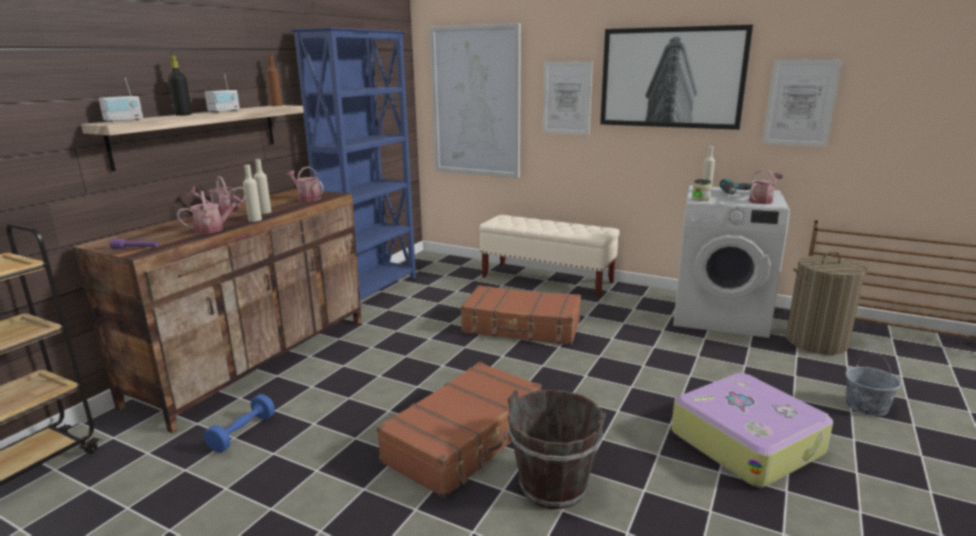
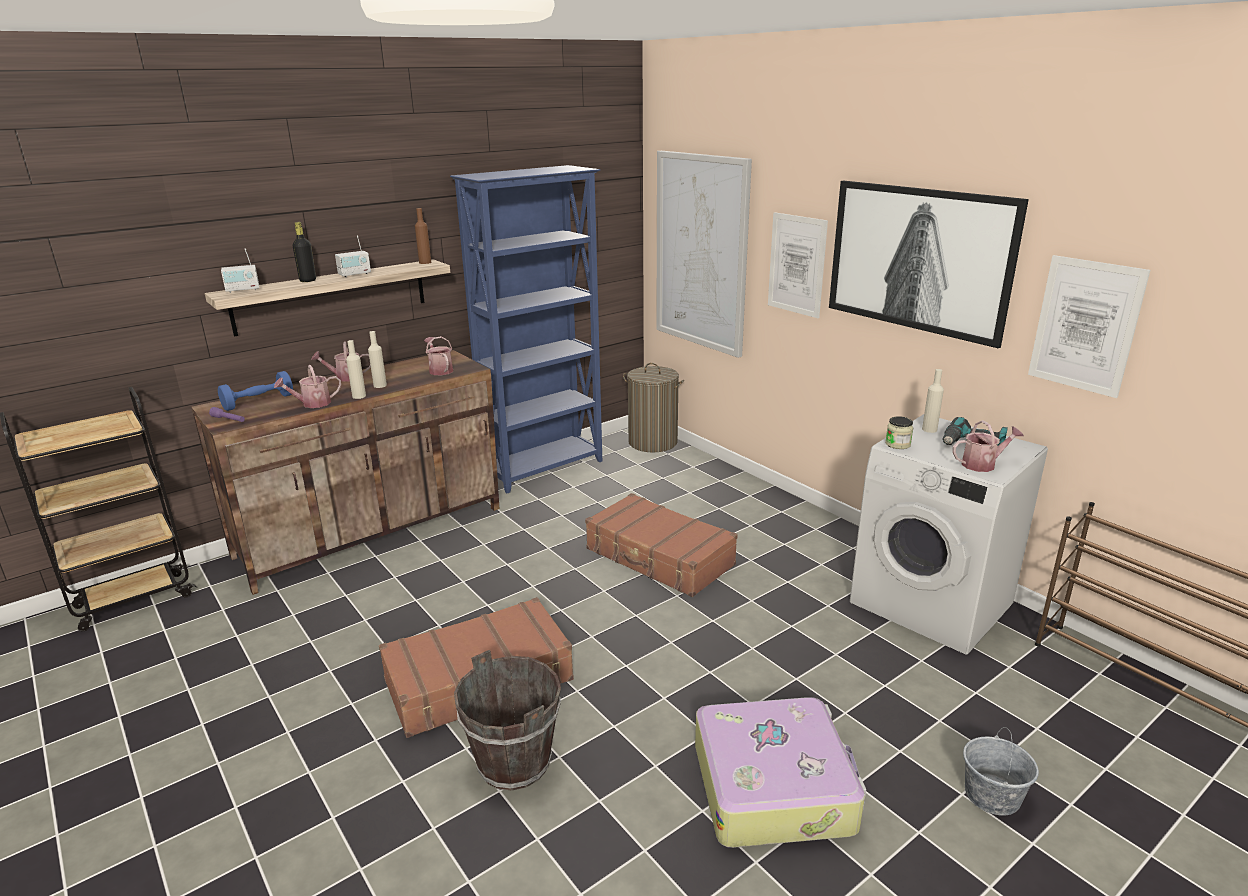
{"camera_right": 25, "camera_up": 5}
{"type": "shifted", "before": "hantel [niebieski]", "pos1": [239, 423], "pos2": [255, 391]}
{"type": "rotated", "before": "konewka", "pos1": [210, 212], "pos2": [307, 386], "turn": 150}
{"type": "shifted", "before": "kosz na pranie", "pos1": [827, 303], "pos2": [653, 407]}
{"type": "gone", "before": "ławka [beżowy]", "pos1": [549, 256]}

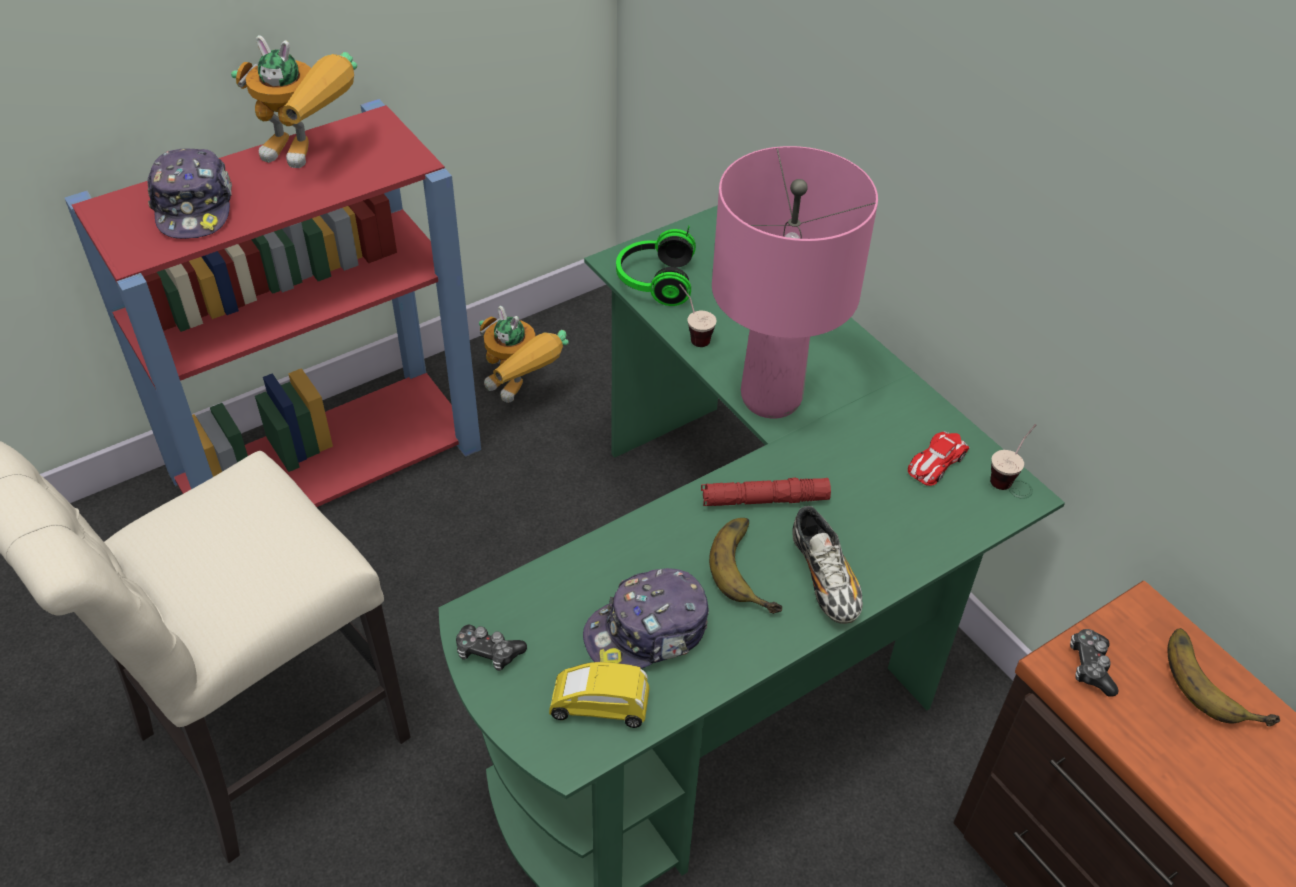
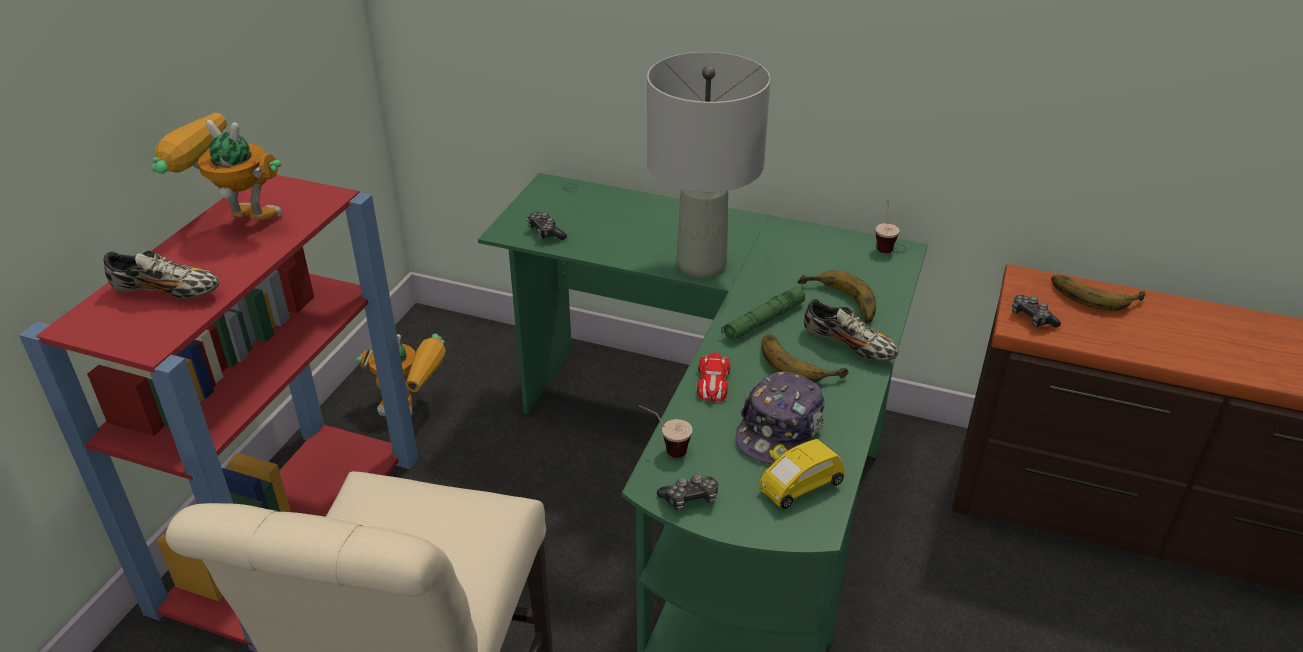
{"camera_right": -35, "camera_up": -10}
{"type": "swapped", "before": "czapka z daszkiem", "after": "but", "pos1": [189, 193], "pos2": [161, 275]}
{"type": "rotated", "before": "robot zabawkowy", "pos1": [294, 101], "pos2": [216, 166], "turn": -150}
{"type": "swapped", "before": "słuchawki", "after": "pad do gier", "pos1": [656, 265], "pos2": [547, 226]}
{"type": "shifted", "before": "filiżanka", "pos1": [697, 315], "pos2": [665, 431]}
{"type": "repainted", "before": "lampa stołowa [różowy]", "after": "lampa stołowa [szary]", "pos1": [795, 282], "pos2": [709, 165]}
{"type": "shifted", "before": "samochodzik", "pos1": [939, 458], "pos2": [713, 377]}
{"type": "repainted", "before": "latarka [czerwony]", "after": "latarka [zielony]", "pos1": [766, 492], "pos2": [763, 314]}
{"type": "new", "after": "banan", "pos2": [836, 296]}

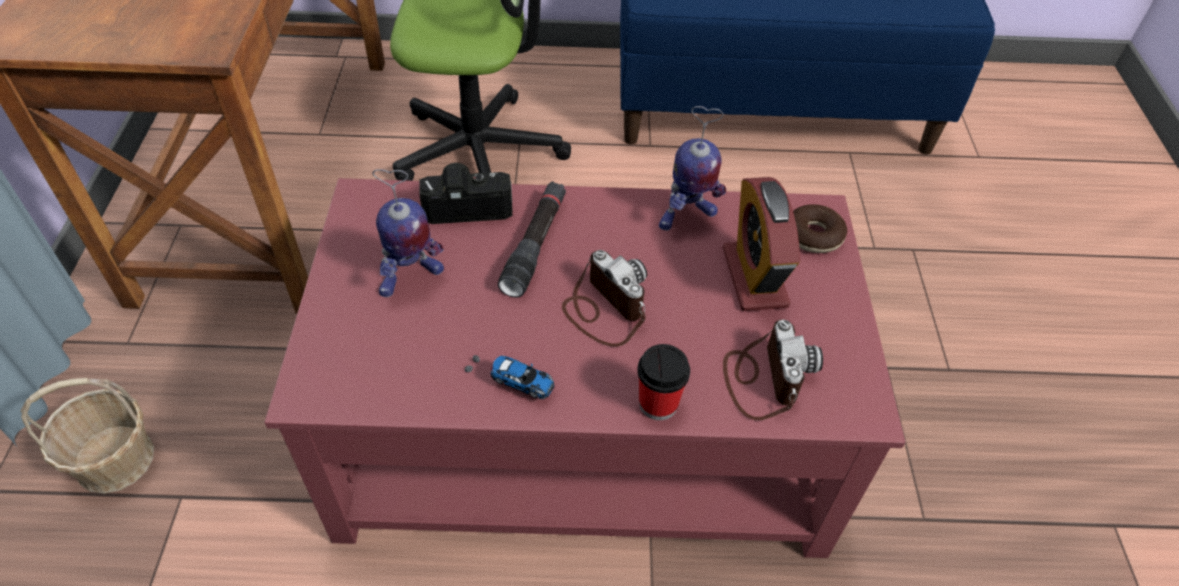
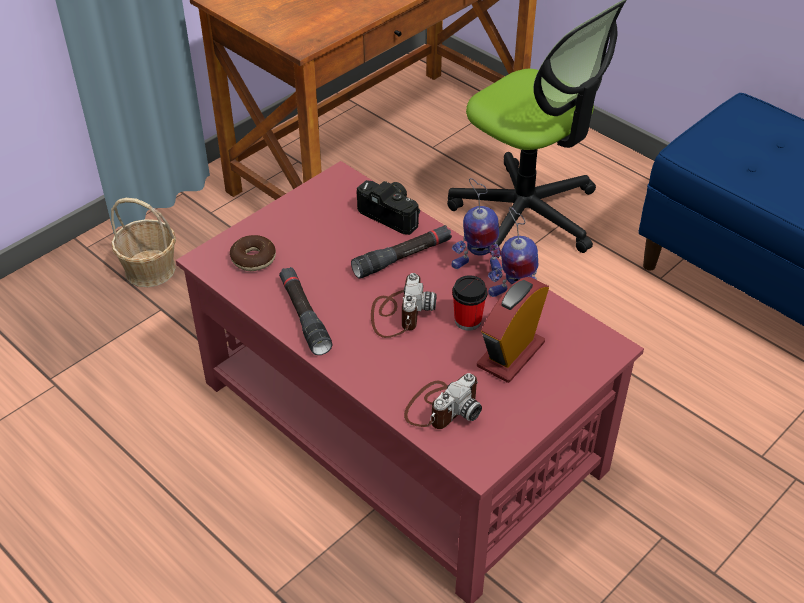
{"camera_right": 45, "camera_up": -5}
{"type": "shifted", "before": "donut", "pos1": [820, 228], "pos2": [253, 253]}
{"type": "swapped", "before": "samochodzik", "after": "latarka [czarny]", "pos1": [509, 377], "pos2": [306, 311]}
{"type": "shifted", "before": "robot zabawkowy", "pos1": [408, 233], "pos2": [476, 225]}
{"type": "shifted", "before": "filiżanka", "pos1": [663, 382], "pos2": [470, 303]}

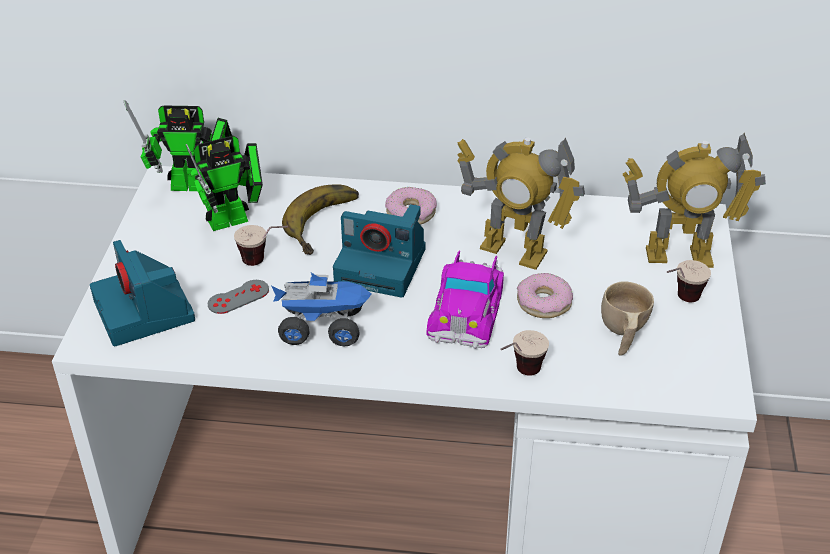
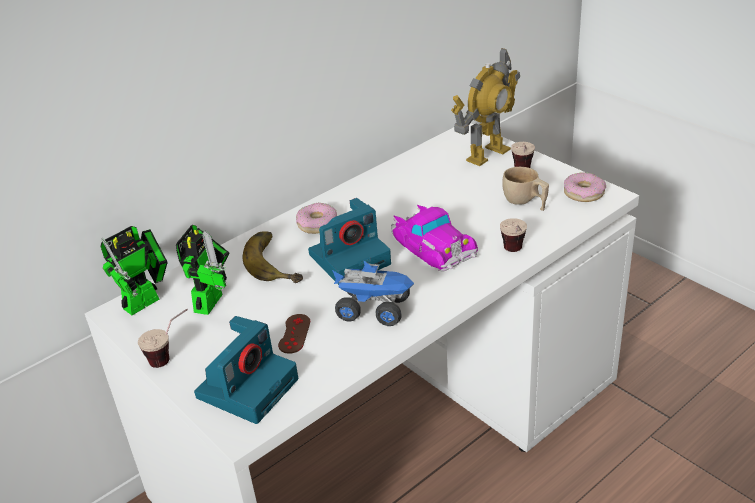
{"camera_right": -45, "camera_up": -5}
{"type": "shifted", "before": "filiżanka", "pos1": [261, 245], "pos2": [163, 338]}
{"type": "rotated", "before": "aparat fotograficzny", "pos1": [142, 293], "pos2": [246, 370], "turn": -75}
{"type": "repainted", "before": "pad do gier [szary]", "after": "pad do gier [brązowy]", "pos1": [238, 297], "pos2": [294, 334]}
{"type": "rotated", "before": "ciężarówka zabawkowa", "pos1": [321, 310], "pos2": [373, 293], "turn": 60}
{"type": "shifted", "before": "donut", "pos1": [545, 295], "pos2": [585, 187]}
{"type": "gone", "before": "robot zabawkowy", "pos1": [521, 203]}

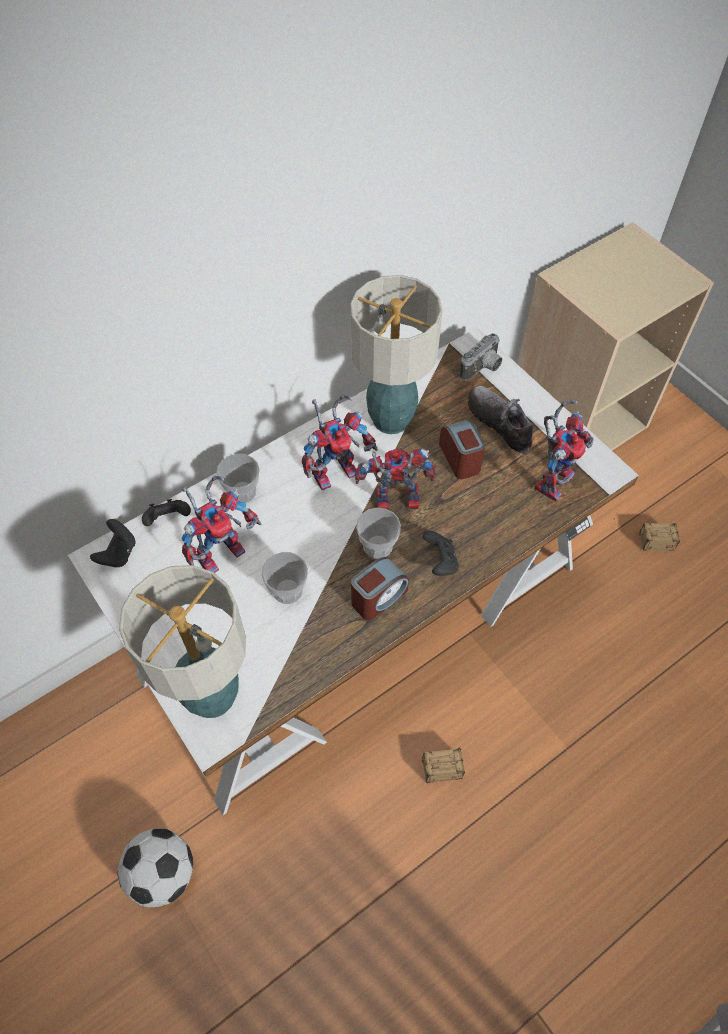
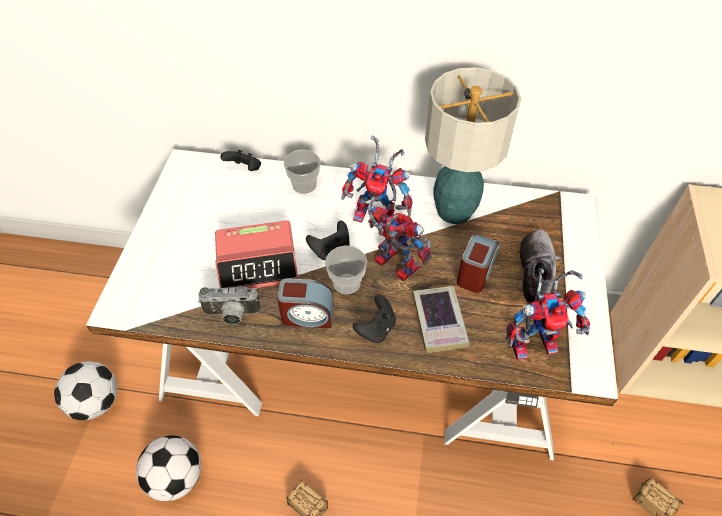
{"camera_right": 45, "camera_up": -5}
{"type": "new", "after": "piłka futbolowa", "pos2": [168, 468]}
{"type": "shifted", "before": "aparat fotograficzny", "pos1": [481, 357], "pos2": [229, 305]}
{"type": "swapped", "before": "filiżanka", "after": "budzik", "pos1": [285, 578], "pos2": [256, 254]}
{"type": "shifted", "before": "pad do gier [czarny]", "pos1": [112, 543], "pos2": [328, 240]}
{"type": "new", "after": "książka", "pos2": [441, 319]}
{"type": "gone", "before": "lampa stołowa", "pos1": [182, 641]}
{"type": "gone", "before": "robot zabawkowy", "pos1": [221, 524]}

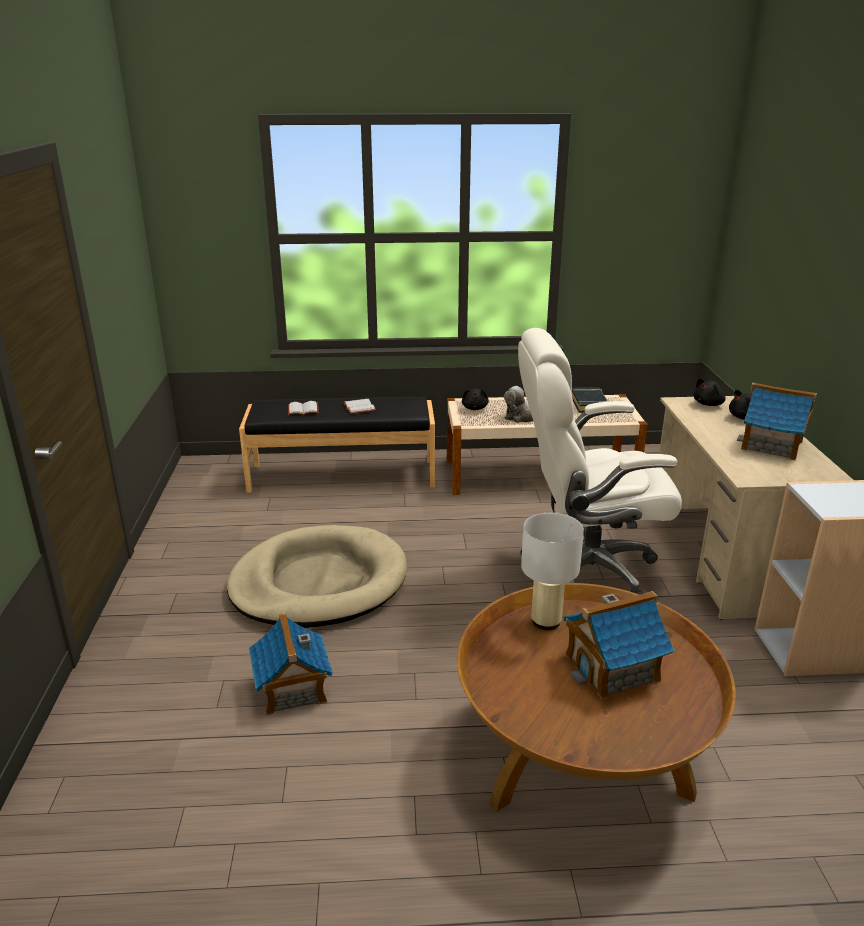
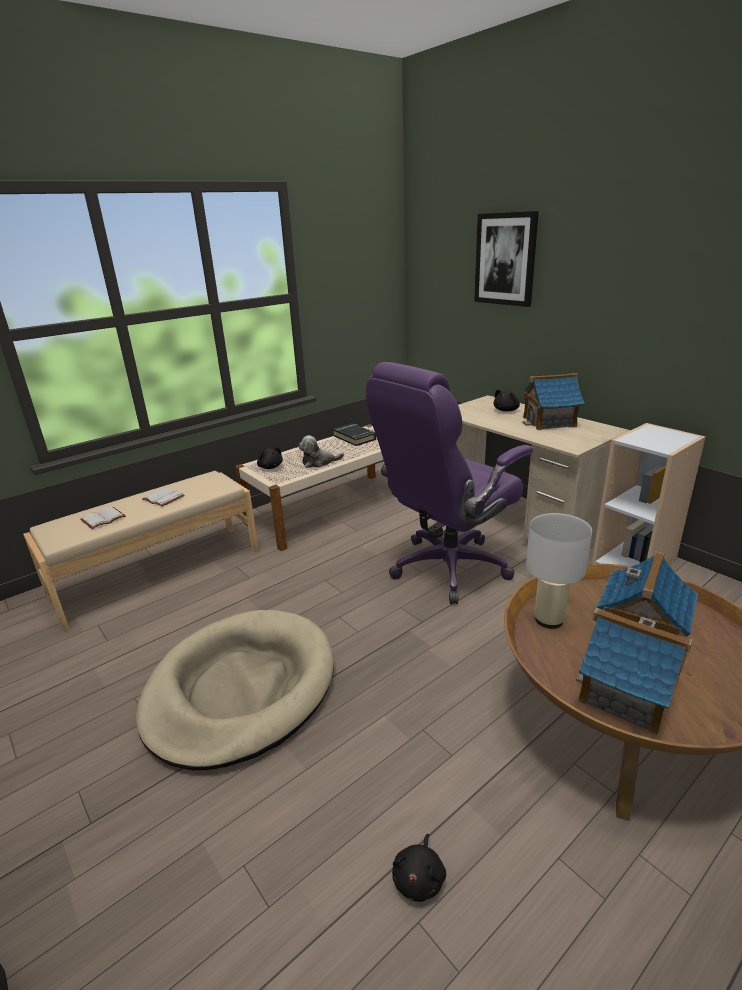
{"camera_right": -35, "camera_up": 0}
{"type": "repainted", "before": "ławka [czarny]", "after": "ławka [beżowy]", "pos1": [337, 445], "pos2": [141, 551]}
{"type": "repainted", "before": "krzesło biurowe [biały]", "after": "krzesło biurowe [fioletowy]", "pos1": [600, 461], "pos2": [449, 483]}
{"type": "shifted", "before": "pluszak [czarny]", "pos1": [710, 392], "pos2": [419, 868]}
{"type": "new", "after": "obraz", "pos2": [506, 259]}
{"type": "shifted", "before": "domek", "pos1": [291, 664], "pos2": [634, 672]}

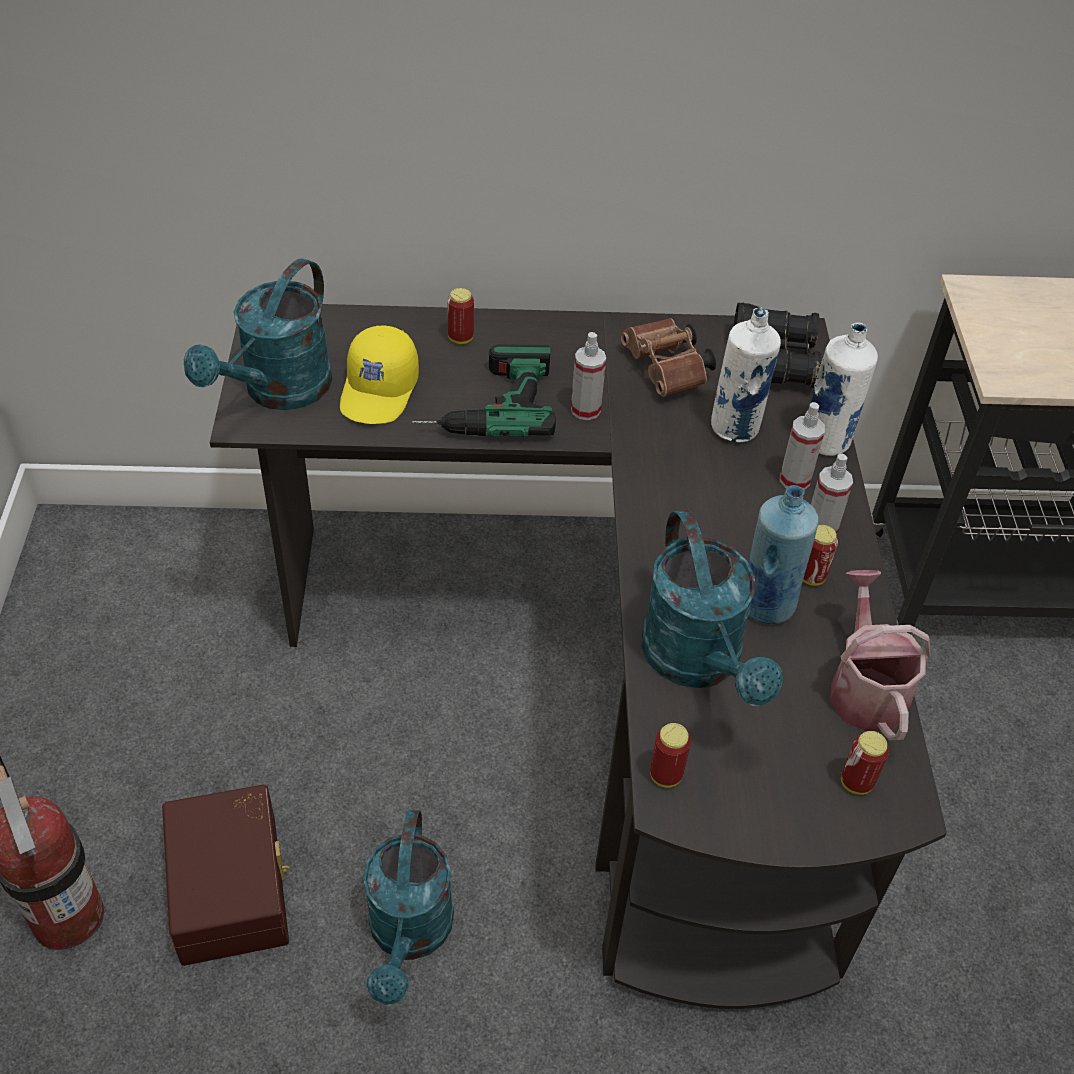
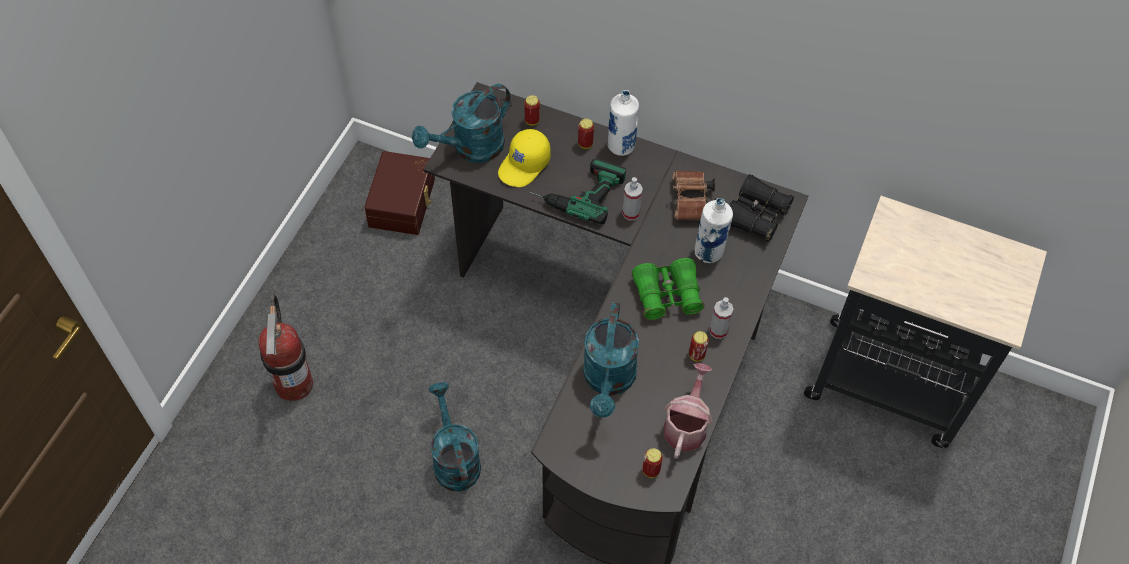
{"camera_right": 25, "camera_up": 10}
{"type": "shifted", "before": "pojemnik do przechowywania [brązowy]", "pos1": [226, 875], "pos2": [399, 193]}
{"type": "rotated", "before": "konewka [turkusowy]", "pos1": [408, 907], "pos2": [455, 437], "turn": 135}
{"type": "shifted", "before": "puszka", "pos1": [670, 755], "pos2": [532, 110]}
{"type": "shifted", "before": "butelka [biały]", "pos1": [844, 389], "pos2": [623, 123]}
{"type": "new", "after": "lornetka [zielony]", "pos2": [668, 289]}
{"type": "gone", "before": "butelka [niebieski]", "pos1": [783, 554]}
{"type": "gone", "before": "spryskiwacz", "pos1": [802, 446]}

